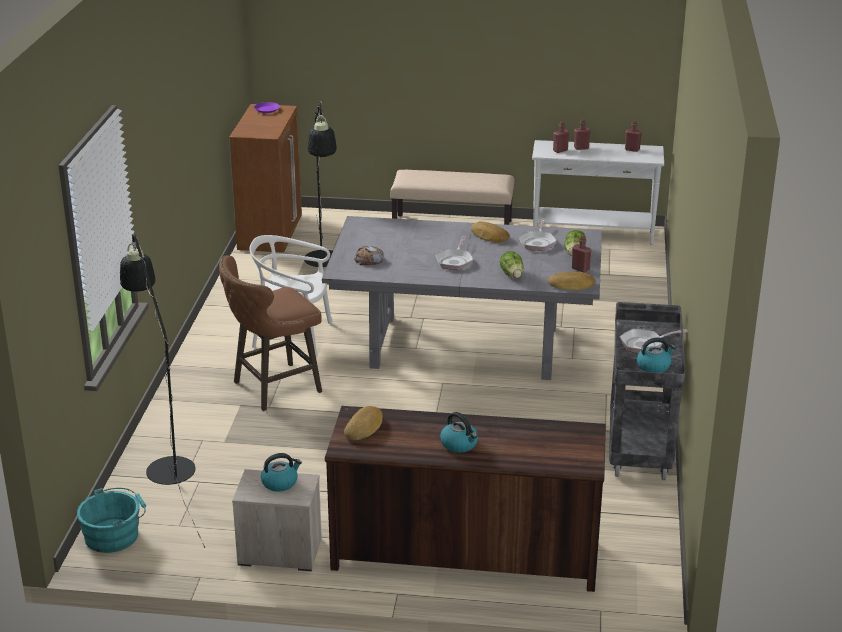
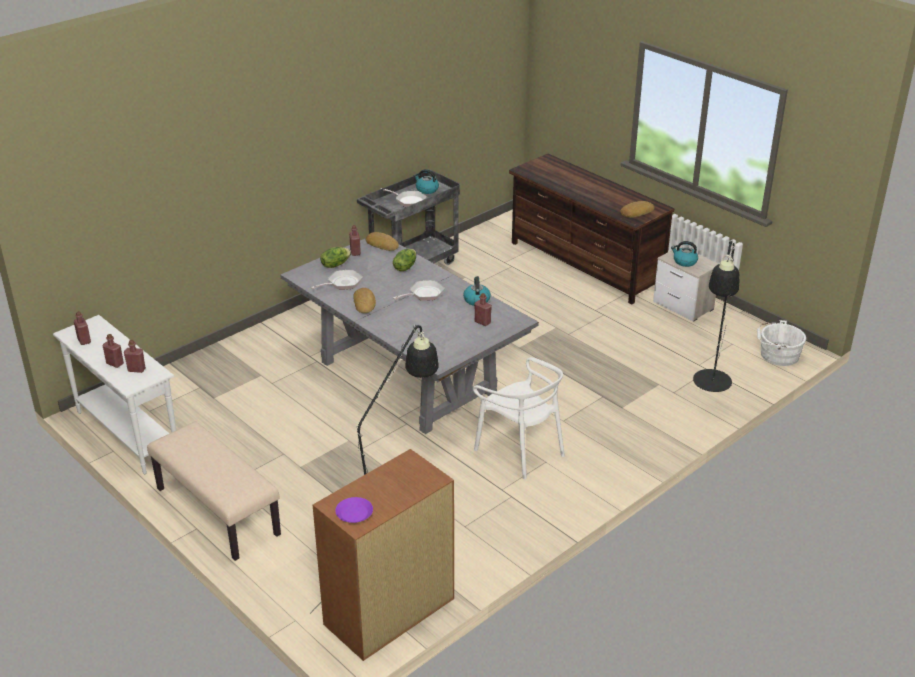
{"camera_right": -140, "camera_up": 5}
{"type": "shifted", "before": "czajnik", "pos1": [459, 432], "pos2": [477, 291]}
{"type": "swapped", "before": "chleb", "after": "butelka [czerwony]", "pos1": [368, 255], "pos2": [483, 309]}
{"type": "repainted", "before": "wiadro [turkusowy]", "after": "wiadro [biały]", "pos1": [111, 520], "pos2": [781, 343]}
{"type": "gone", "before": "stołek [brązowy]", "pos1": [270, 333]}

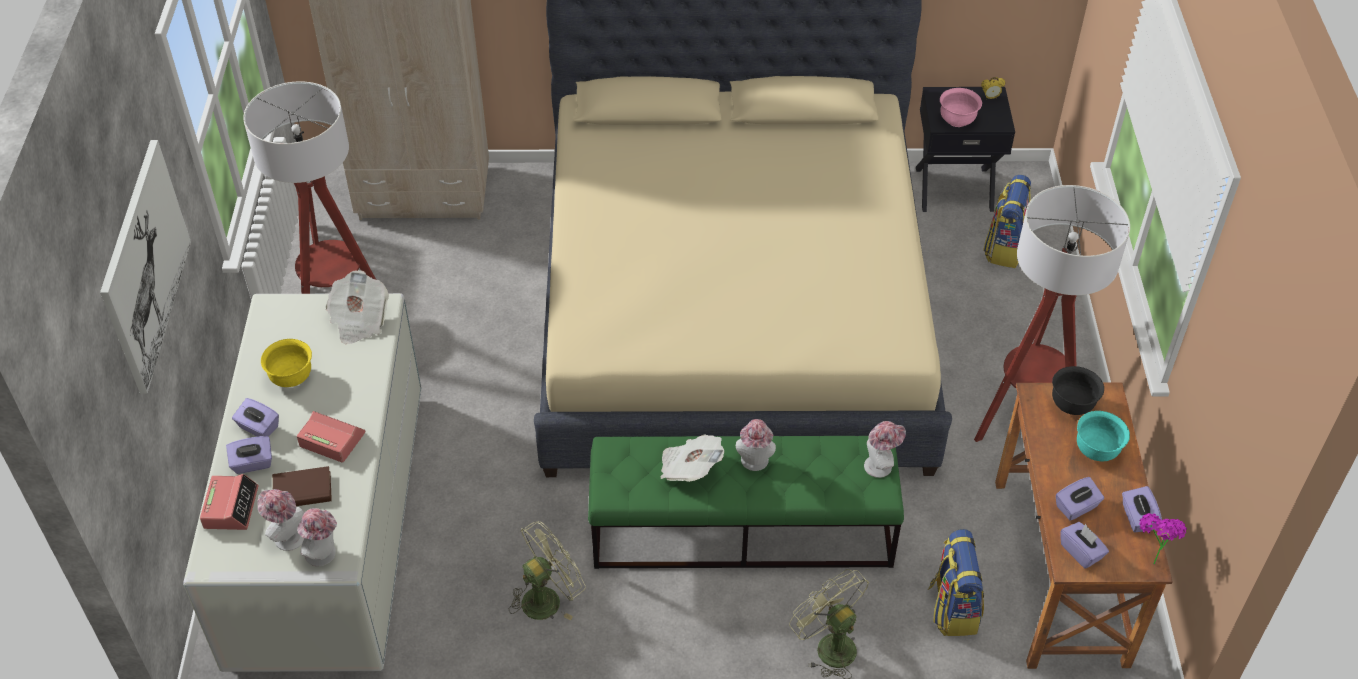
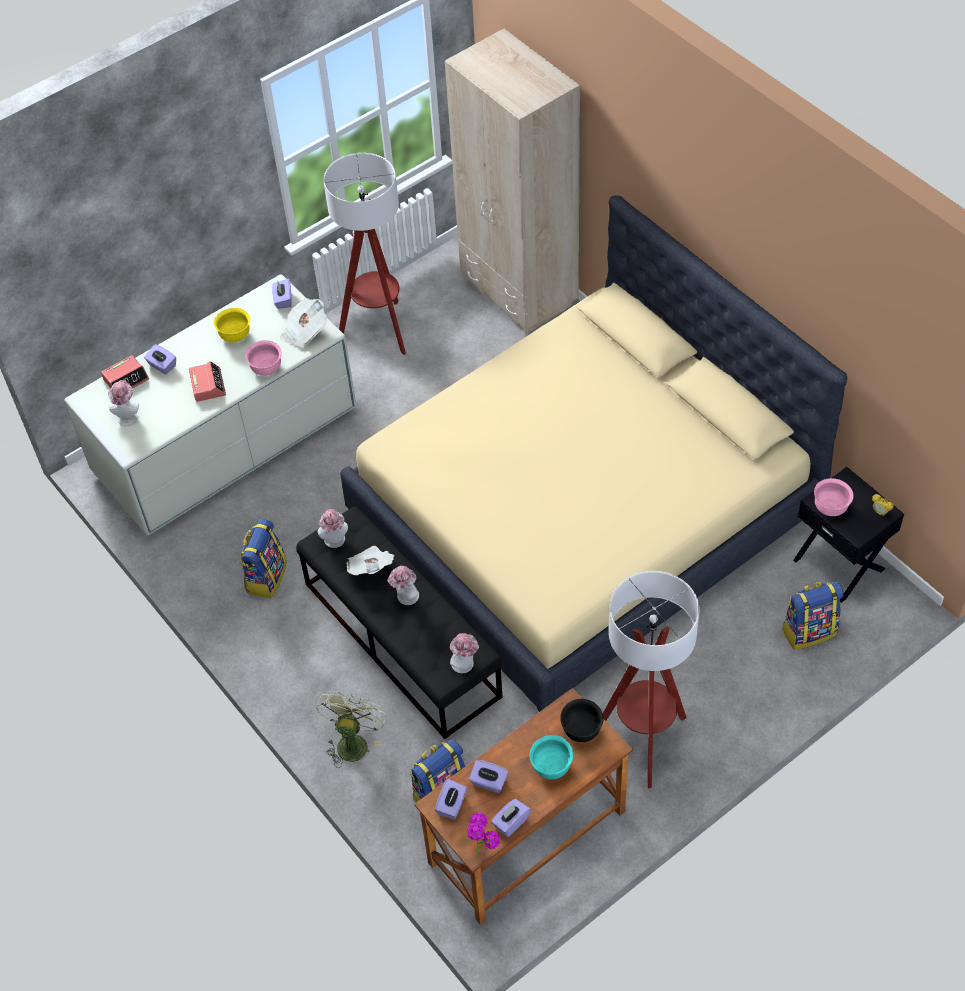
{"camera_right": 55, "camera_up": 5}
{"type": "swapped", "before": "wentylator [zielony]", "after": "plecak", "pos1": [547, 571], "pos2": [263, 558]}
{"type": "new", "after": "miska [różowy]", "pos2": [263, 358]}
{"type": "shifted", "before": "pudełko chusteczek [fioletowy]", "pos1": [255, 417], "pos2": [282, 294]}
{"type": "repainted", "before": "ławka [zielony]", "after": "ławka [czarny]", "pos1": [746, 502], "pos2": [399, 622]}
{"type": "shifted", "before": "kapelusz", "pos1": [317, 537], "pos2": [333, 528]}
{"type": "gone", "before": "obraz", "pos1": [145, 267]}
{"type": "gone", "before": "książka [brązowy]", "pos1": [302, 486]}

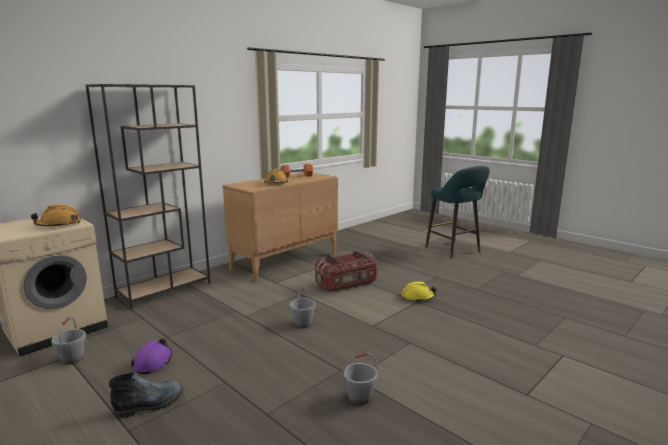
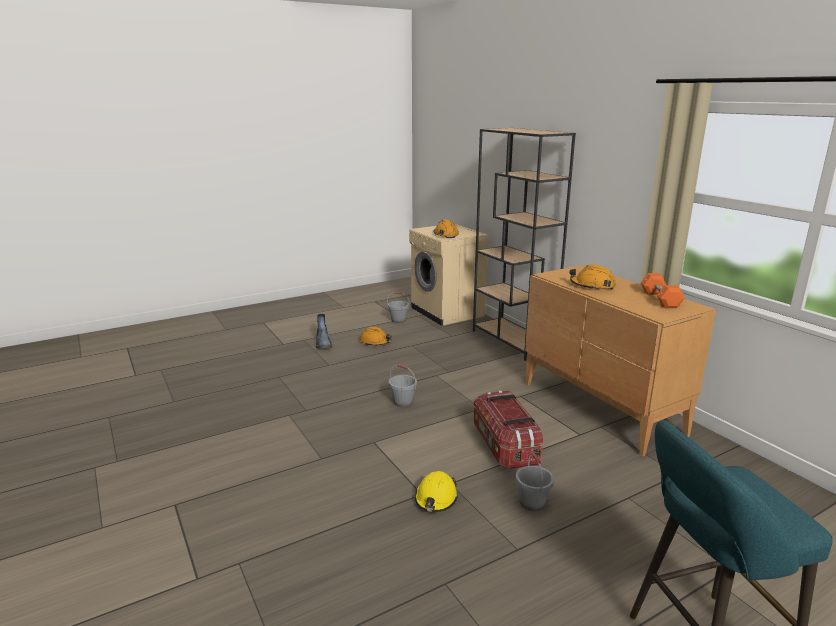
{"camera_right": 105, "camera_up": 5}
{"type": "repainted", "before": "kask [fioletowy]", "after": "kask [pomarańczowy]", "pos1": [151, 356], "pos2": [376, 336]}
{"type": "shifted", "before": "wiadro [szary]", "pos1": [360, 378], "pos2": [535, 482]}

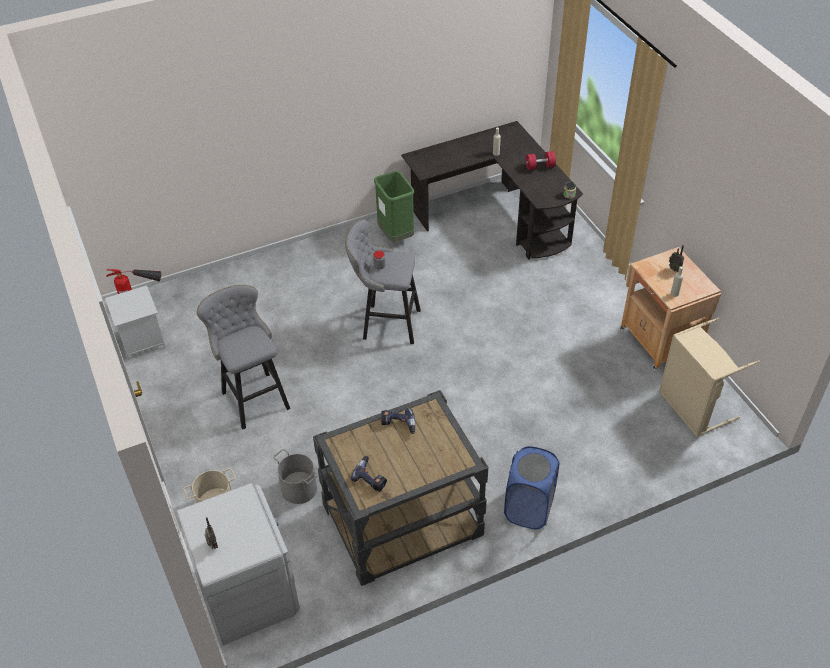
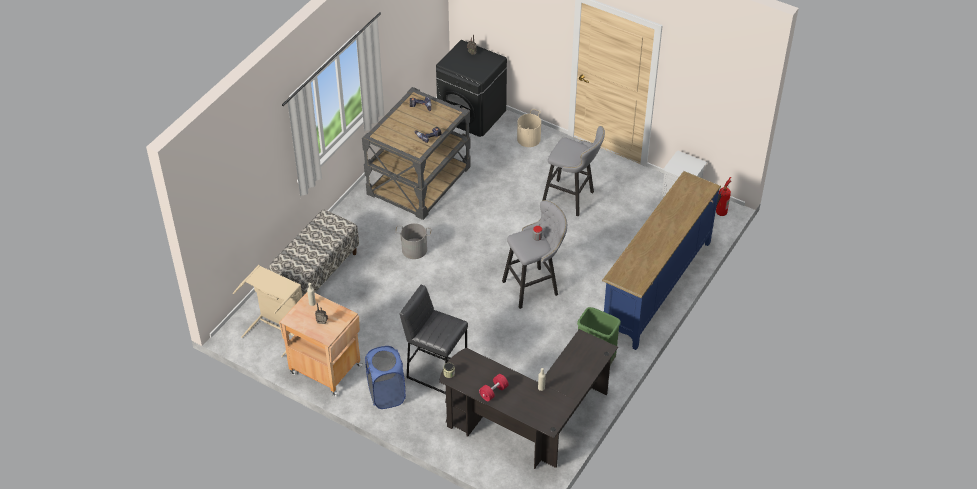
{"camera_right": 145, "camera_up": 0}
{"type": "new", "after": "ławka", "pos2": [314, 253]}
{"type": "shifted", "before": "kosz na pranie [niebieski]", "pos1": [531, 488], "pos2": [385, 377]}
{"type": "shifted", "before": "wiadro [szary]", "pos1": [295, 476], "pos2": [413, 241]}
{"type": "new", "after": "stołek [szary]", "pos2": [434, 339]}
{"type": "repainted", "before": "pralka [biały]", "after": "pralka [czarny]", "pos1": [238, 564], "pos2": [471, 88]}
{"type": "new", "after": "szafka [niebieski]", "pos2": [661, 260]}

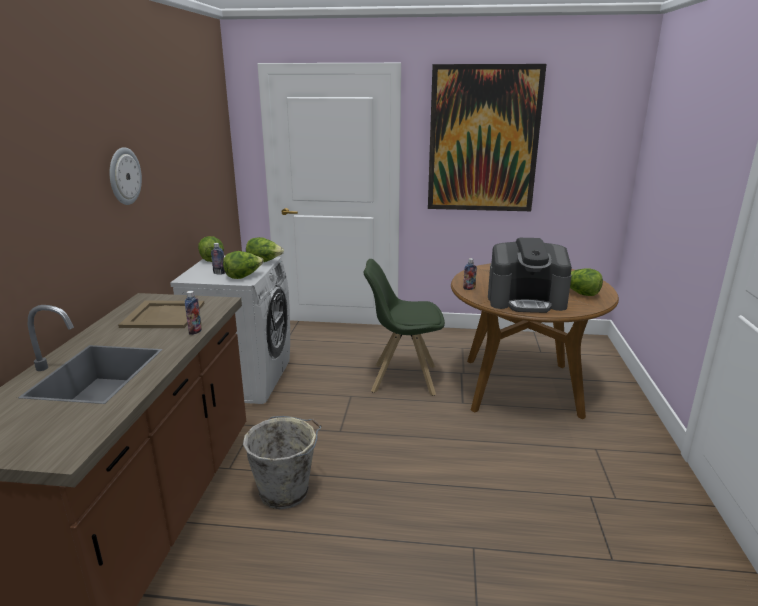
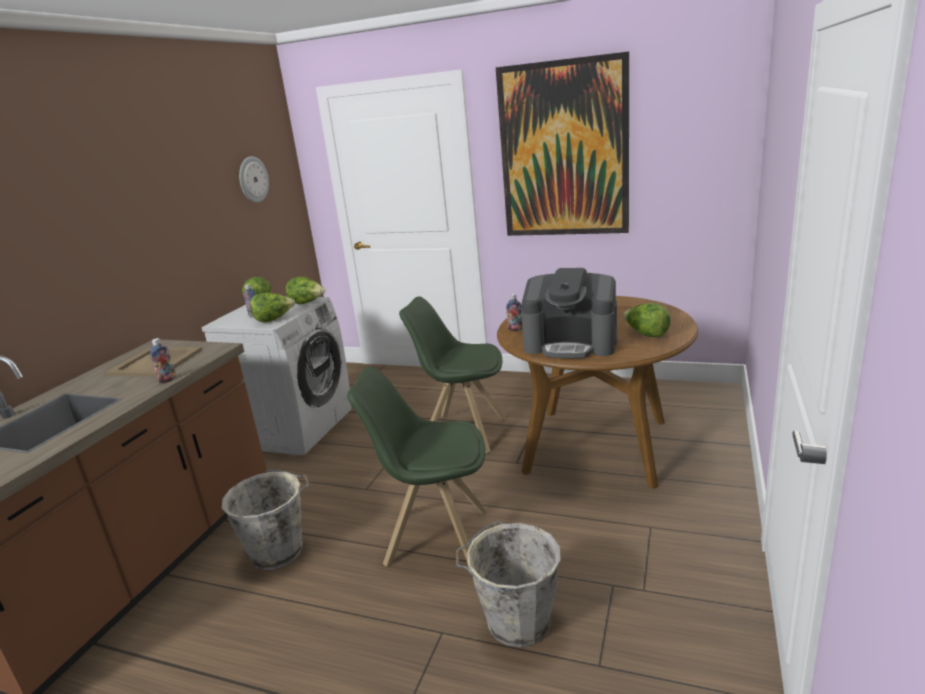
{"camera_right": 15, "camera_up": 0}
{"type": "shifted", "before": "zegar ścienny", "pos1": [126, 176], "pos2": [254, 179]}
{"type": "new", "after": "krzesło [zielony]", "pos2": [417, 466]}
{"type": "new", "after": "wiadro [szary]", "pos2": [508, 584]}

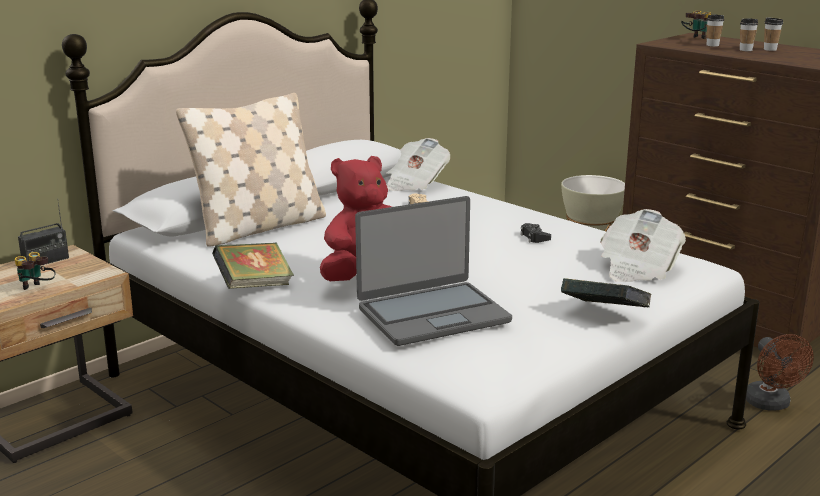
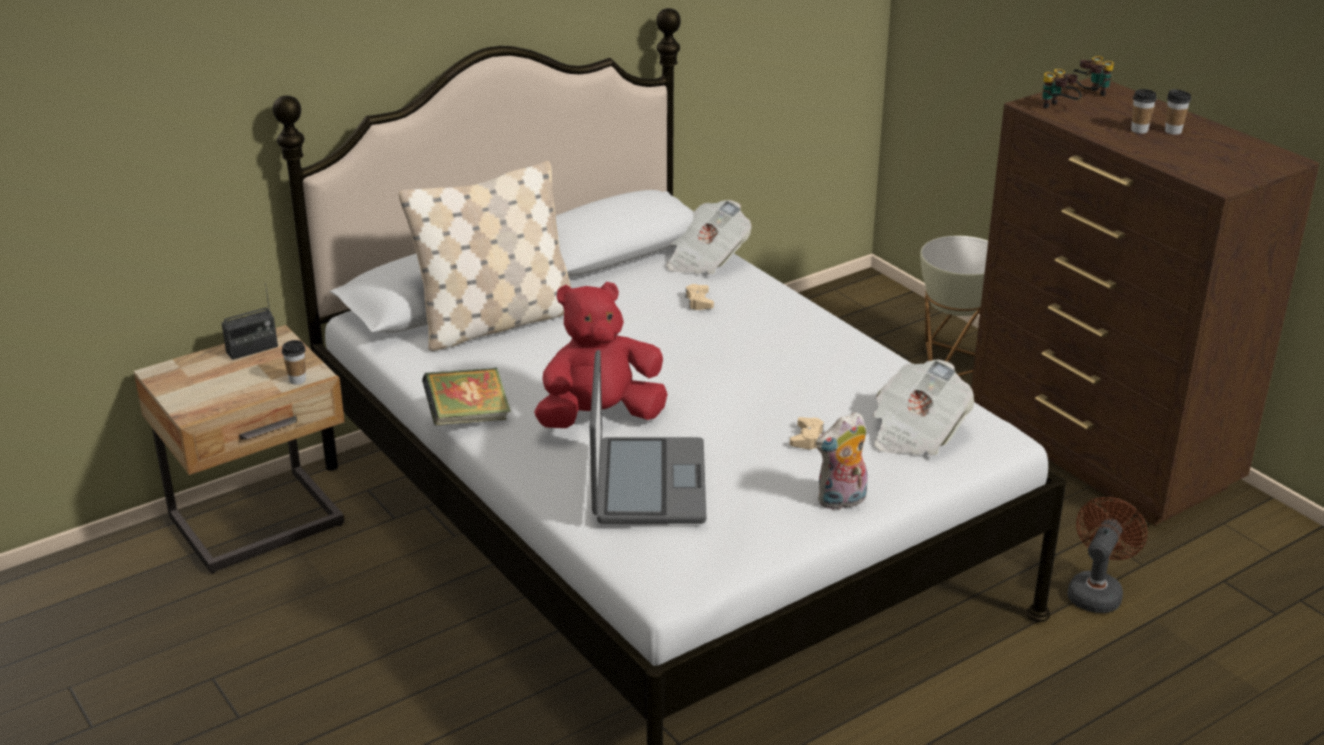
{"camera_right": 10, "camera_up": 10}
{"type": "shifted", "before": "filiżanka", "pos1": [715, 31], "pos2": [294, 362]}
{"type": "rotated", "before": "laptop", "pos1": [433, 271], "pos2": [648, 437], "turn": -75}
{"type": "new", "after": "pad do gier [beżowy]", "pos2": [807, 433]}
{"type": "swapped", "before": "książka", "after": "pluszak", "pos1": [606, 292], "pos2": [842, 461]}
{"type": "shifted", "before": "lornetka", "pos1": [35, 271], "pos2": [1061, 88]}
{"type": "rotated", "before": "wentylator [brązowy]", "pos1": [780, 372], "pos2": [1107, 555], "turn": -150}
{"type": "gone", "before": "pad do gier [czarny]", "pos1": [535, 233]}

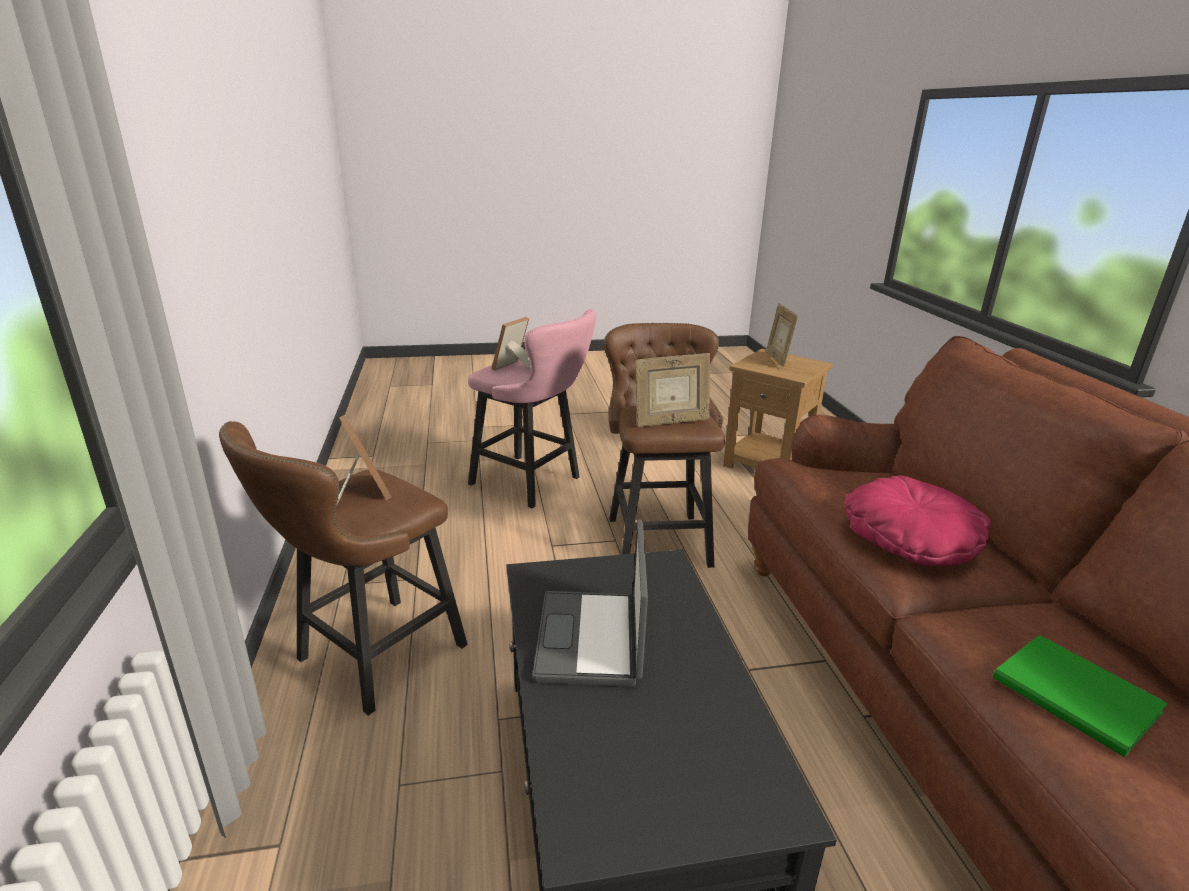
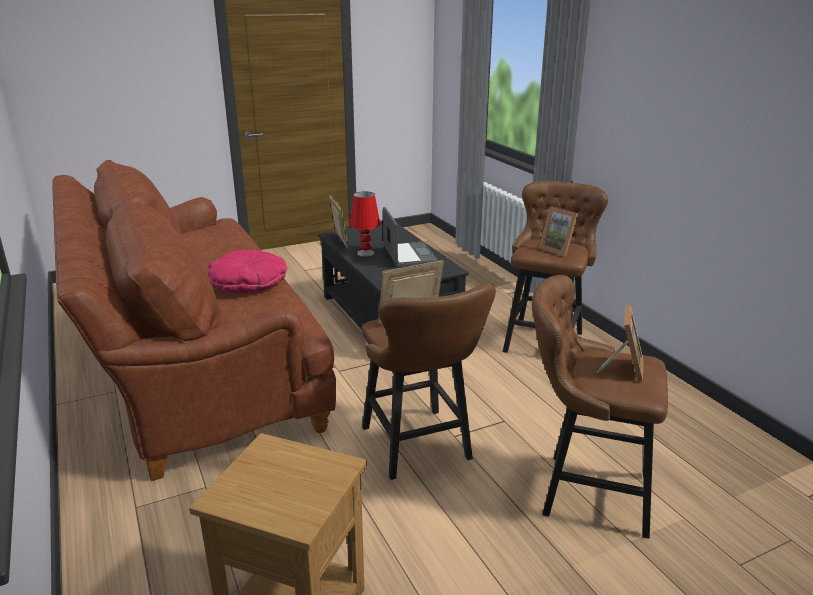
{"camera_right": 165, "camera_up": 0}
{"type": "shifted", "before": "ramka na zdjęcie", "pos1": [782, 335], "pos2": [338, 222]}
{"type": "new", "after": "lampa stołowa [czerwony]", "pos2": [365, 224]}
{"type": "repainted", "before": "stołek [różowy]", "after": "stołek [brązowy]", "pos1": [532, 408], "pos2": [600, 407]}
{"type": "gone", "before": "książka [zielony]", "pos1": [1080, 696]}

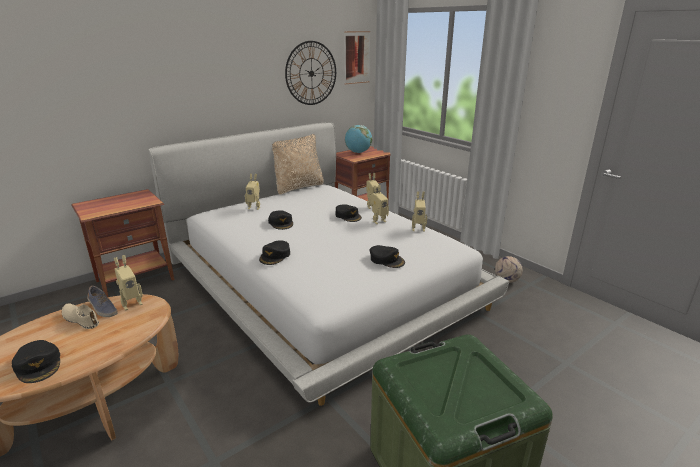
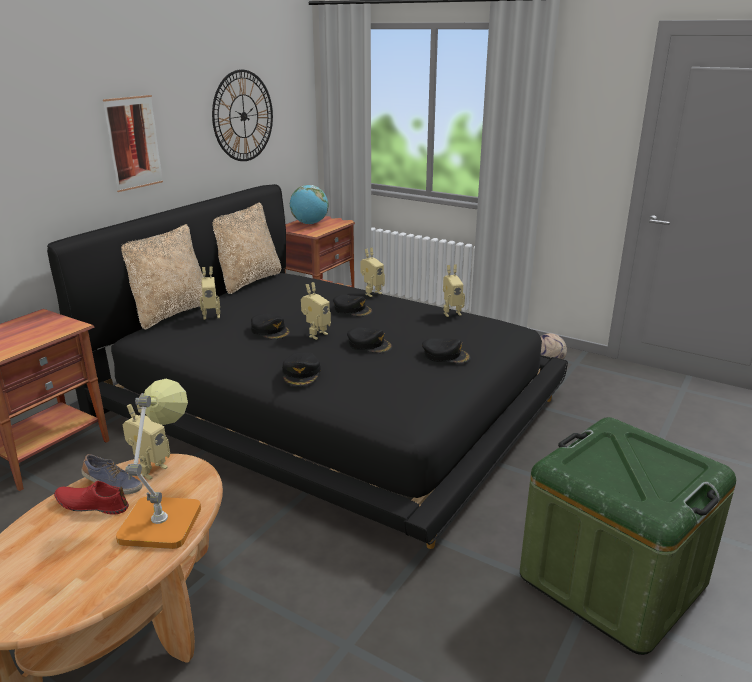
{"camera_right": -20, "camera_up": 0}
{"type": "repainted", "before": "łóżko [biały]", "after": "łóżko [czarny]", "pos1": [329, 264], "pos2": [307, 366]}
{"type": "repainted", "before": "but [beżowy]", "after": "but [czerwony]", "pos1": [80, 316], "pos2": [91, 498]}
{"type": "shifted", "before": "obraz", "pos1": [357, 57], "pos2": [133, 143]}
{"type": "new", "after": "lampa stołowa", "pos2": [158, 464]}
{"type": "new", "after": "poduszka [beżowy]", "pos2": [162, 276]}
{"type": "shifted", "before": "robot zabawkowy", "pos1": [379, 204], "pos2": [316, 311]}
{"type": "shifted", "before": "czapka z daszkiem [czarny]", "pos1": [36, 361], "pos2": [369, 340]}

